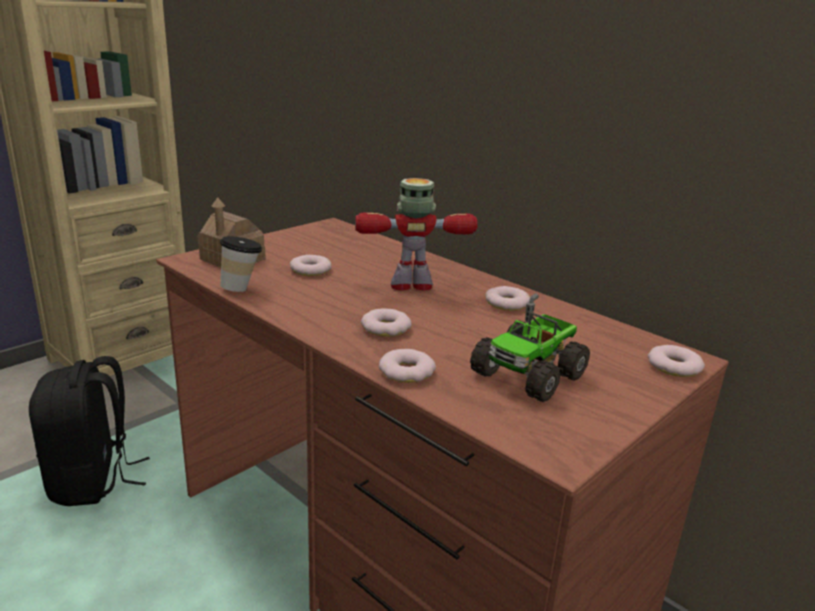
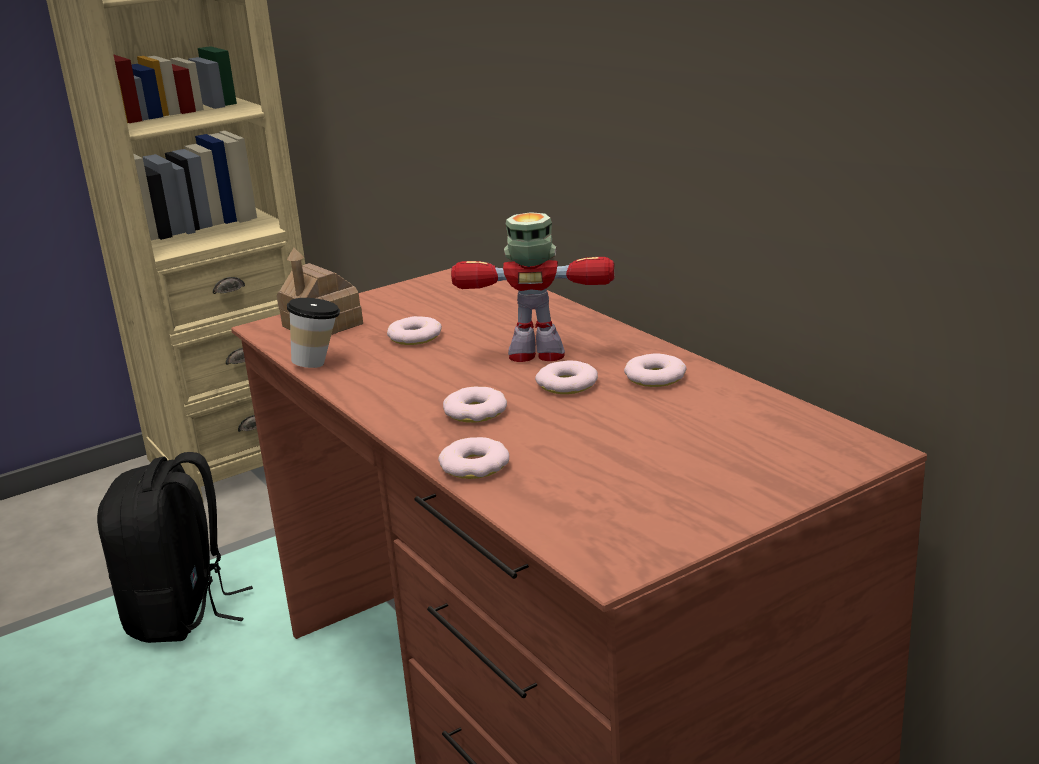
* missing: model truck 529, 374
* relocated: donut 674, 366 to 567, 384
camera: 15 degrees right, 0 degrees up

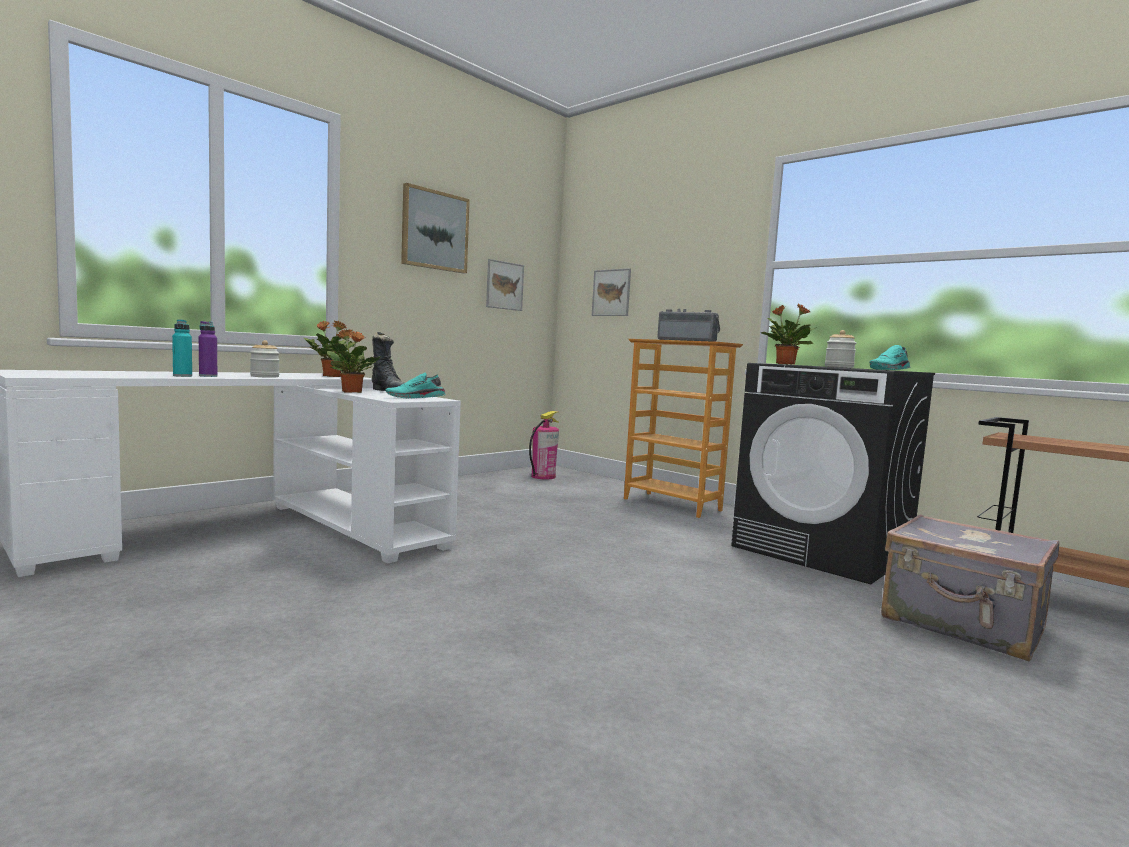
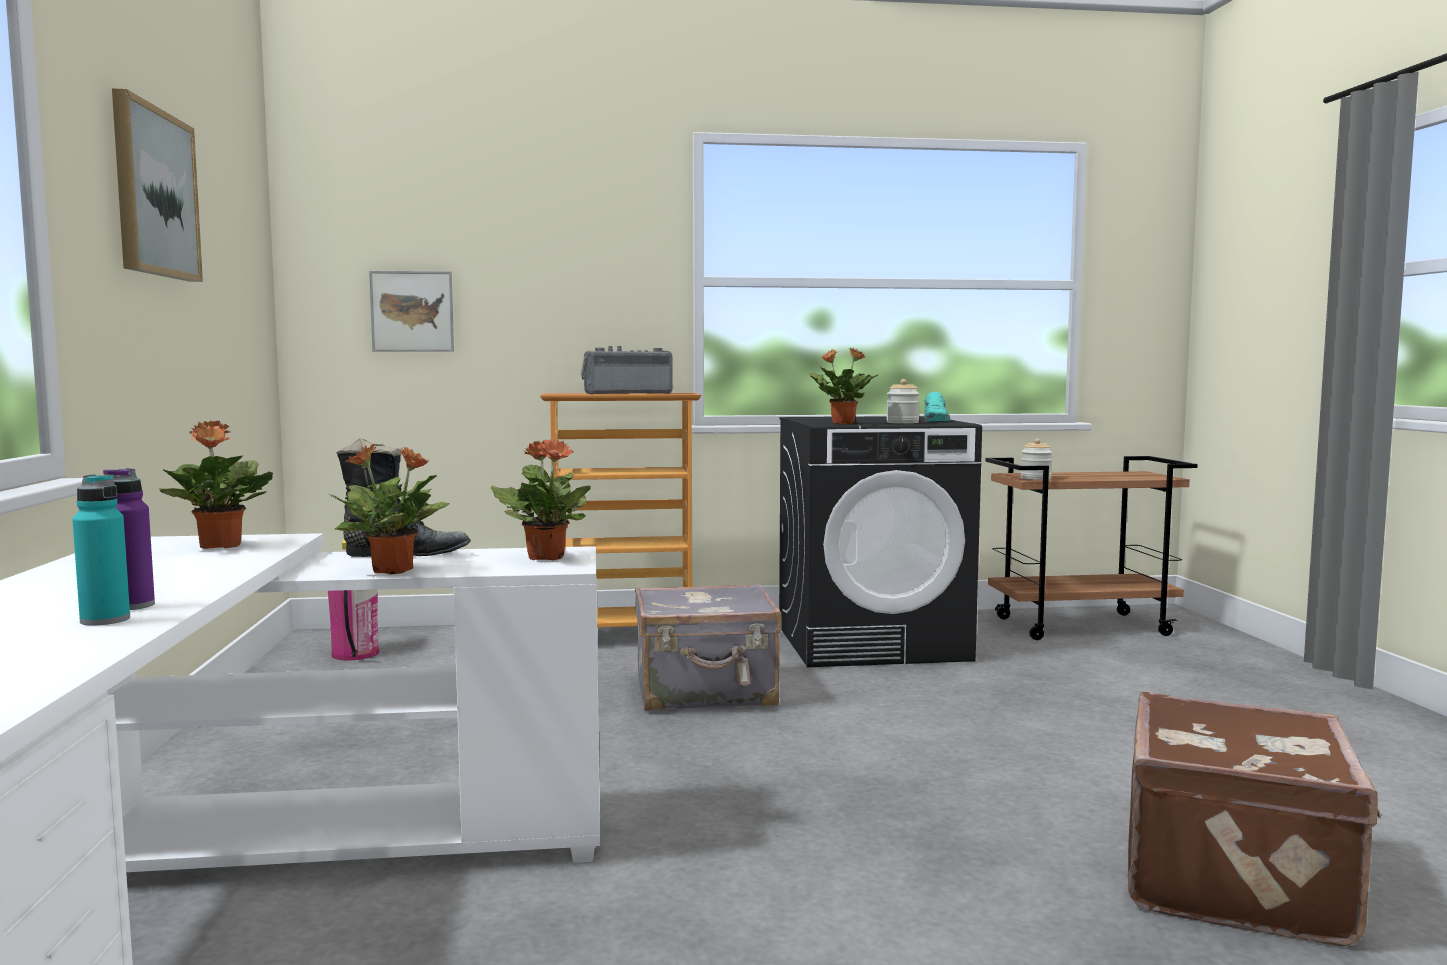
* missing: wall art 504, 285
* relocated: preserve jar 264, 376 to 1036, 478
* exchanged: turquoise-coloured low shoe 415, 398 to houseplant 546, 557
* relocated: gray piece of luggage 963, 625 to 706, 693
* appeared: brownish piece of luggage 1239, 879
camera: 50 degrees left, 0 degrees up

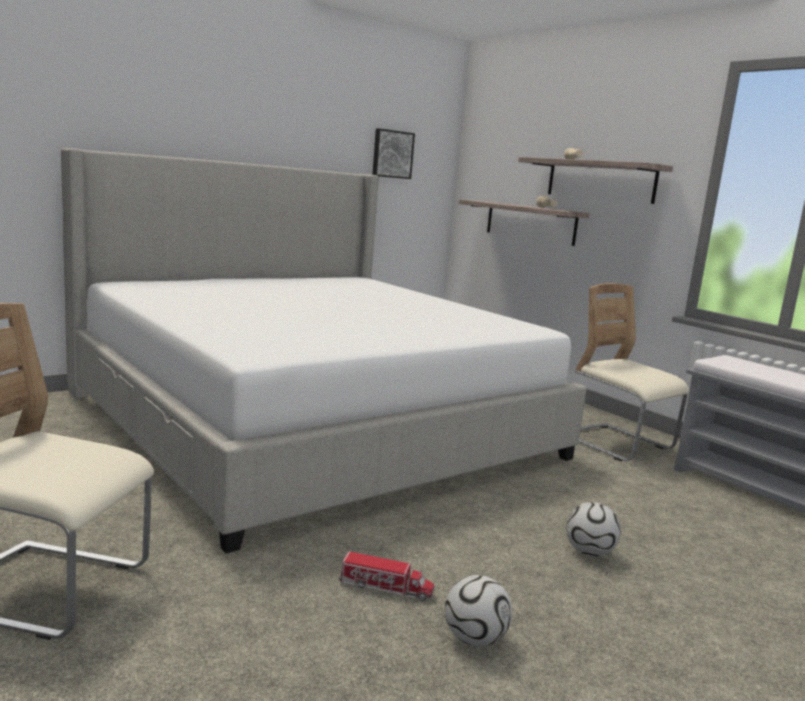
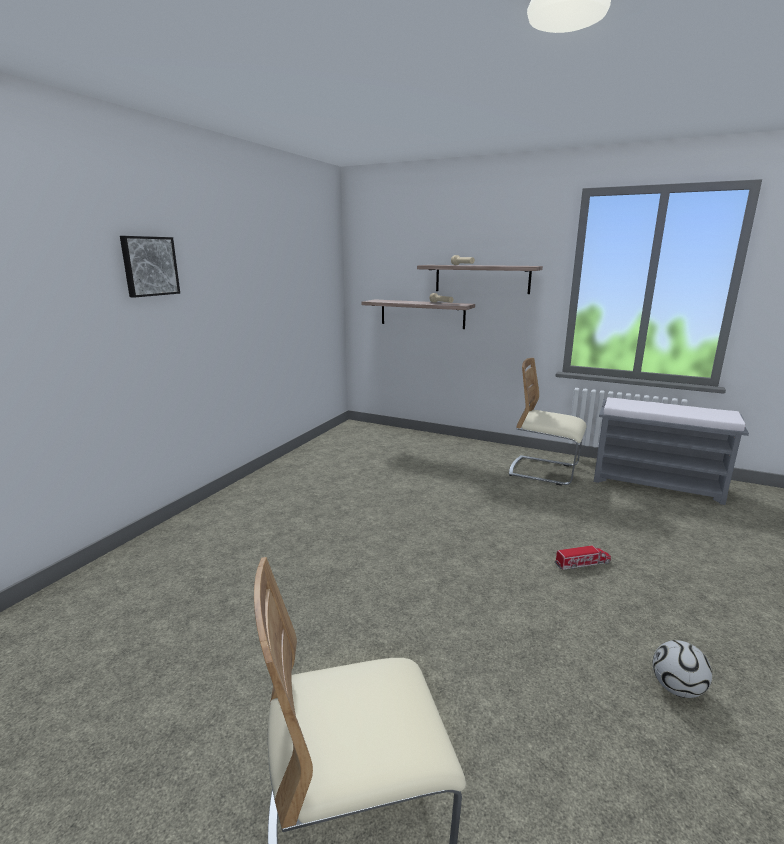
* relocated: wall art 392, 154 to 149, 266
* missing: bed 309, 424
* missing: ball for football 589, 552
* relocated: model truck 385, 587 to 582, 563
camera: 25 degrees left, 5 degrees up

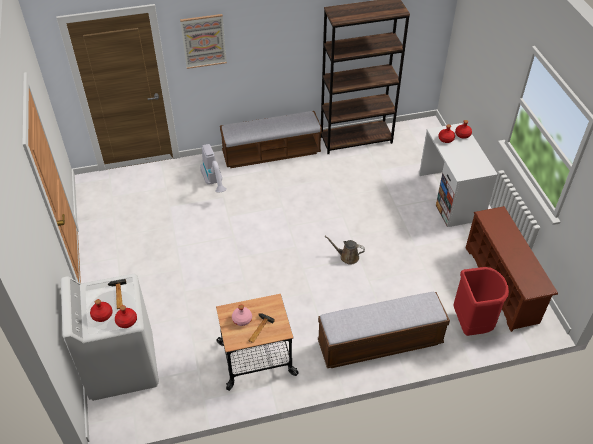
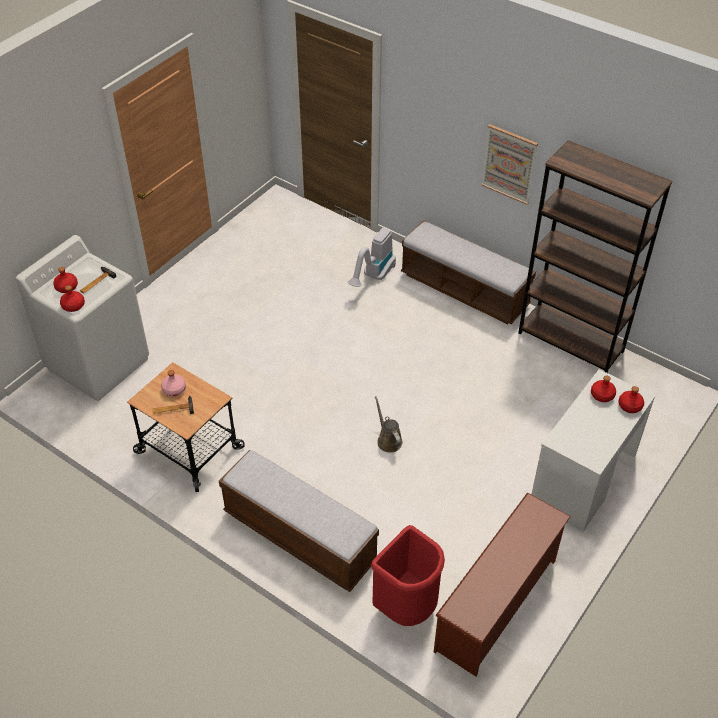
* relocated: wall art 203, 41 to 509, 164
camera: 50 degrees right, 0 degrees up

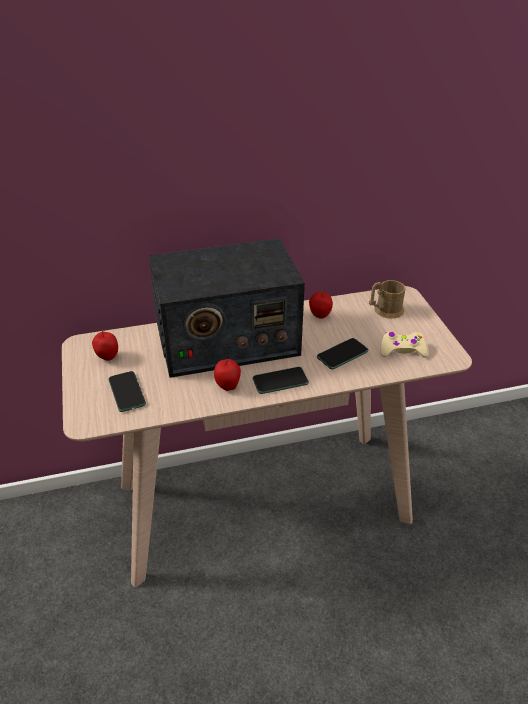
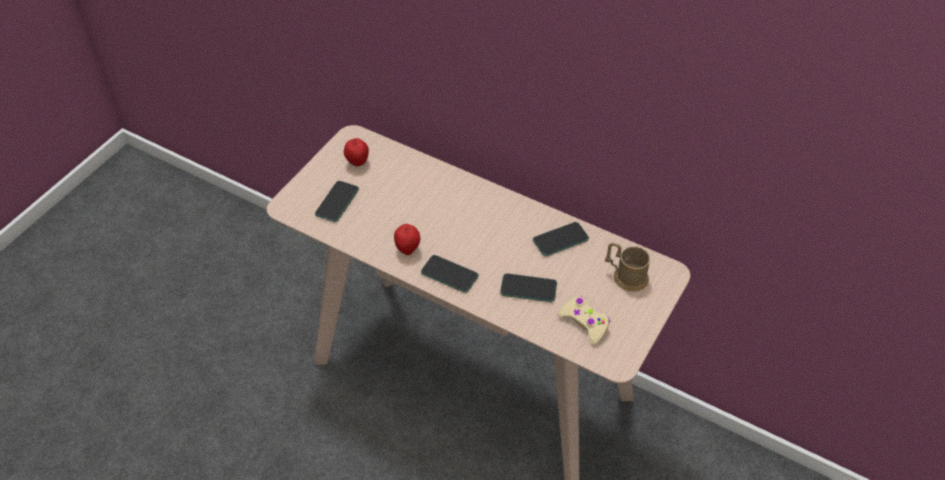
* missing: radio 226, 340
* exchanged: apple 319, 316 to handset 560, 240
camera: 45 degrees right, 10 degrees up

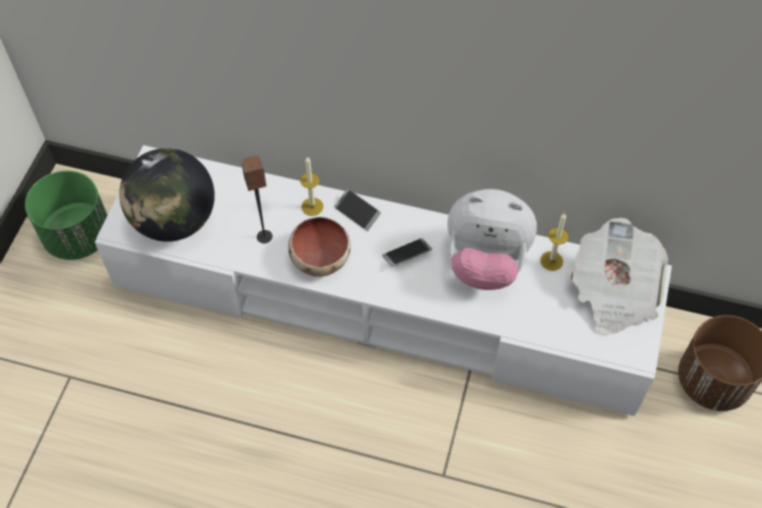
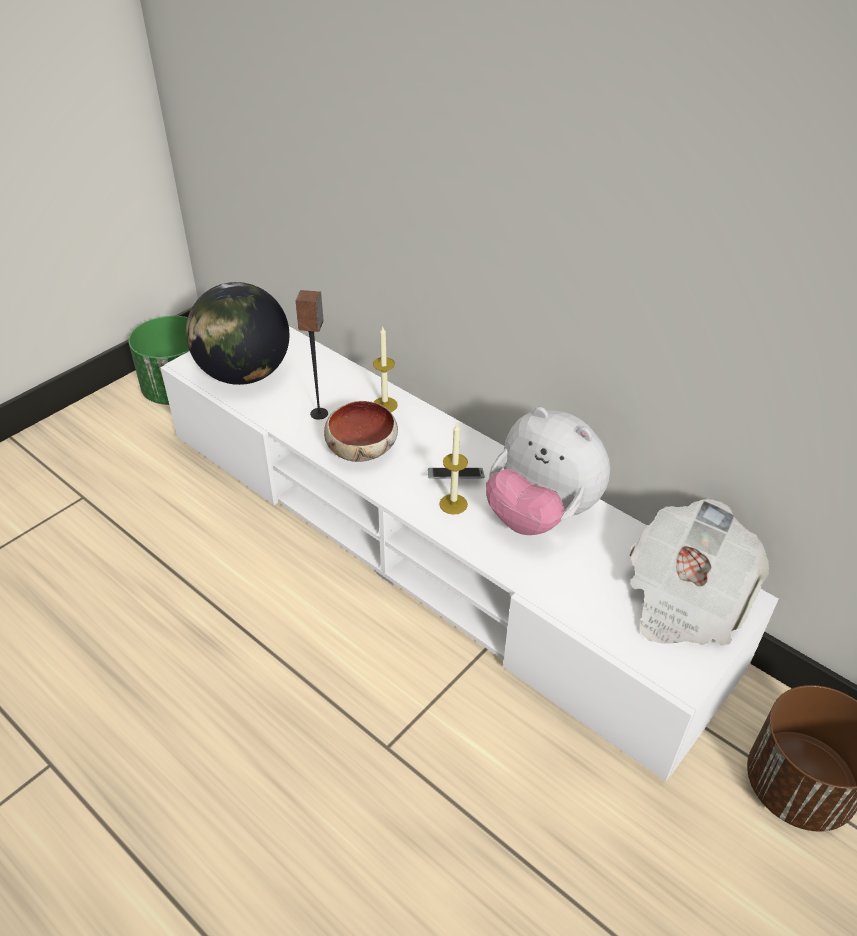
* missing: handset 357, 212
* relocated: candle 551, 261 to 453, 504
camera: 25 degrees right, 15 degrees down

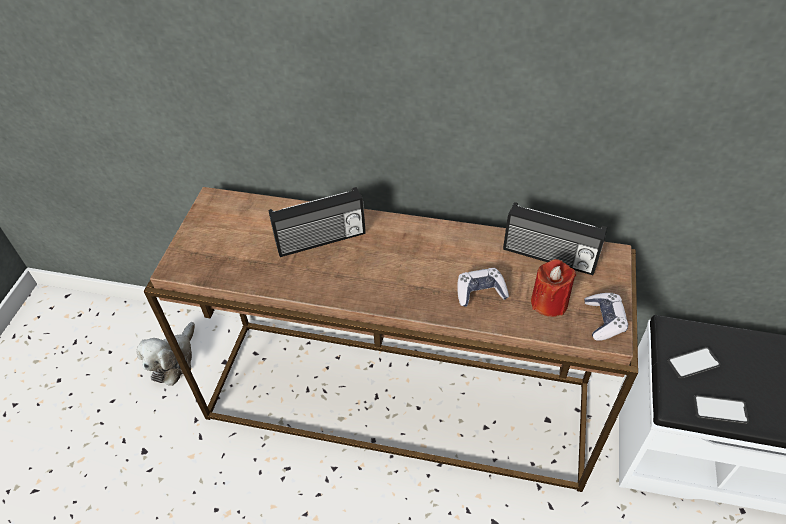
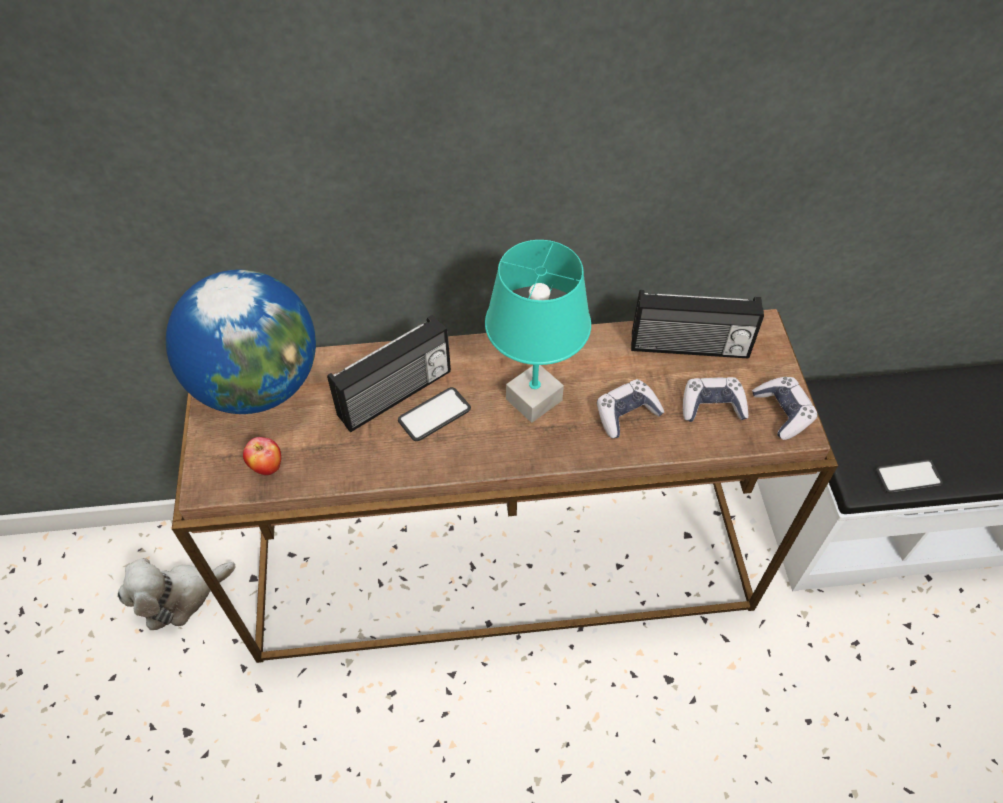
* exchanged: red candle 549, 302 to gamepad 712, 406
* spun: cuddly toy 173, 360 = 179, 596 60 degrees clockwise
* relocated: handset 693, 363 to 434, 415
* appeared: turquoise-coloured lamp for a table 534, 400
* appeared: globe 258, 385
* appeared: apple 266, 467
camera: 20 degrees left, 5 degrees up

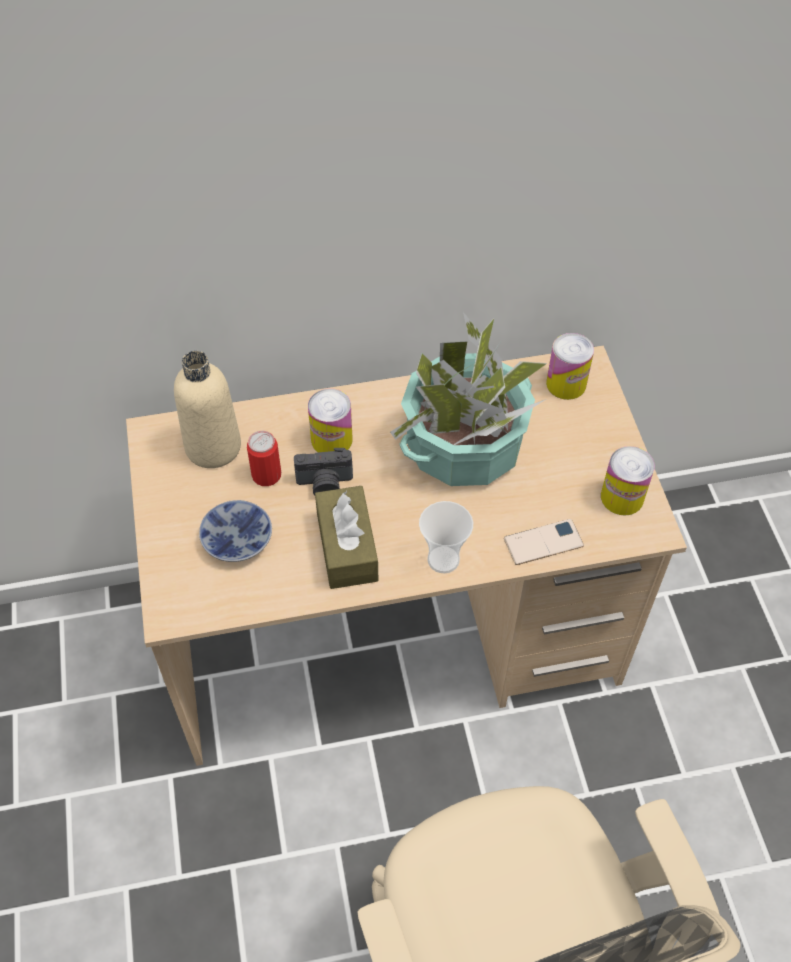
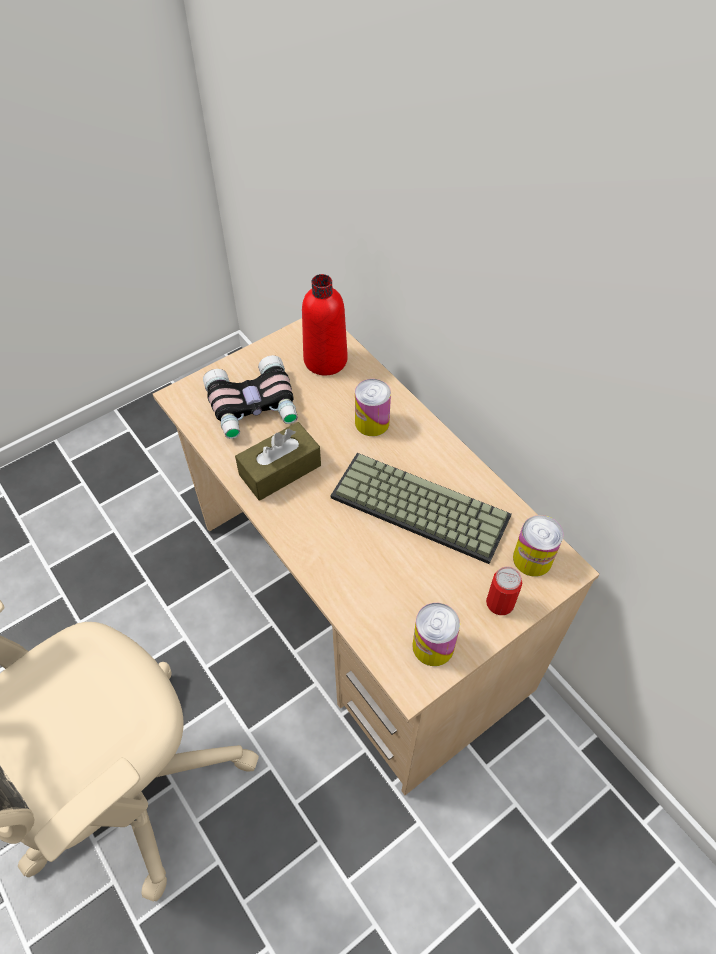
* exchanged: houseplant 464, 447 to keyboard 417, 509
* colour: beige-coloured bottle 213, 447 to red bottle 325, 360
* relocated: metal can 266, 475 to 500, 603
* missing: photo camera 325, 484
* exchanged: bowl 239, 541 to field glasses 253, 407
* missing: drinking cup 443, 559
* missing: handset 543, 542
camera: 65 degrees right, 0 degrees up

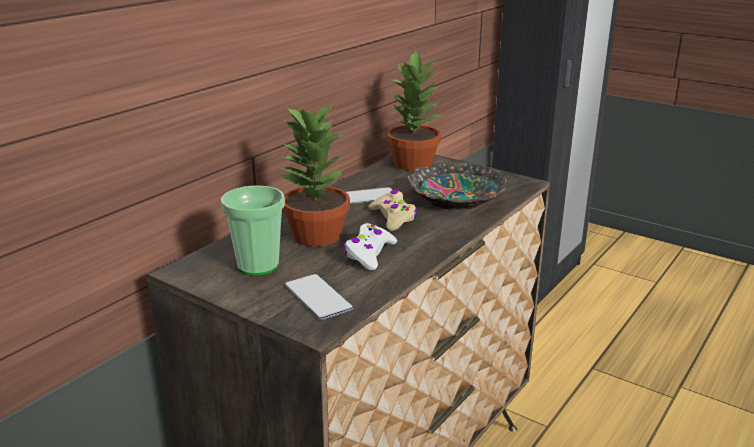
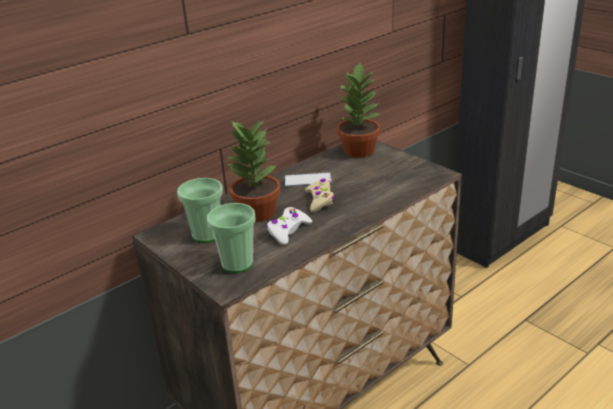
* missing: bowl 455, 197
* exchanged: handset 318, 297 to drinking cup 237, 263
camera: 15 degrees right, 5 degrees up

